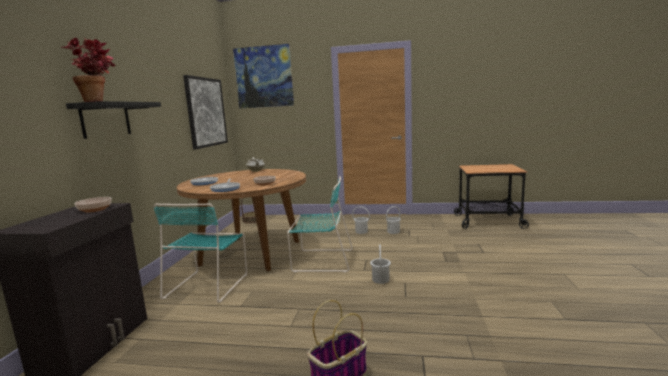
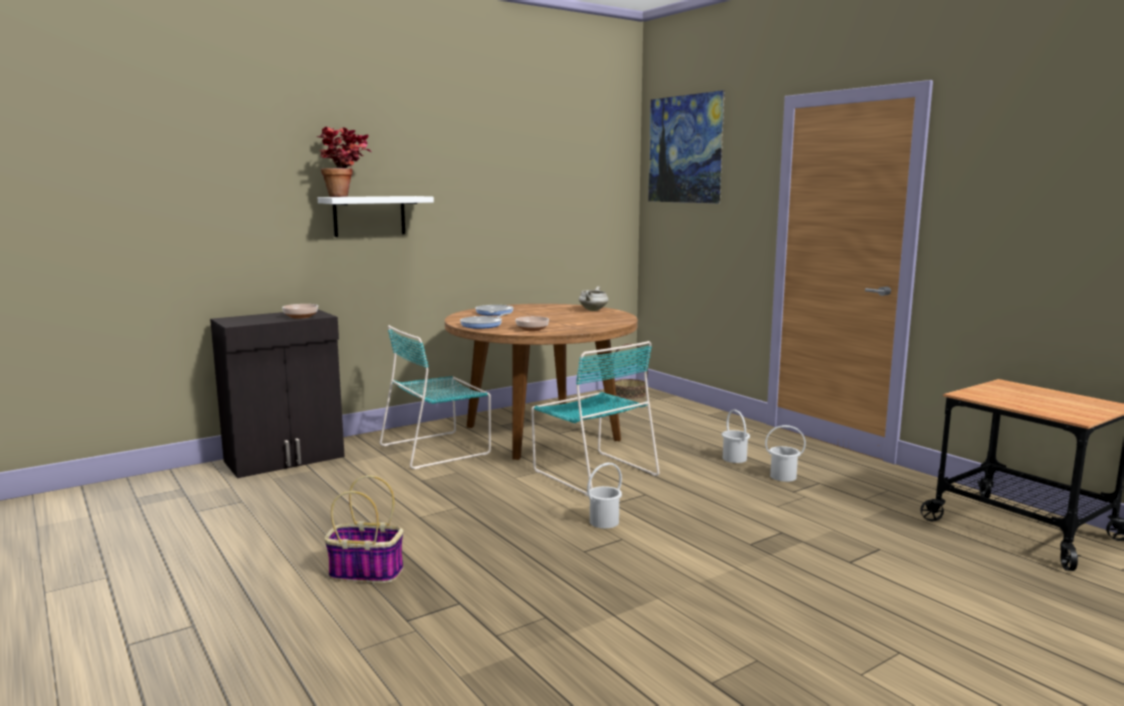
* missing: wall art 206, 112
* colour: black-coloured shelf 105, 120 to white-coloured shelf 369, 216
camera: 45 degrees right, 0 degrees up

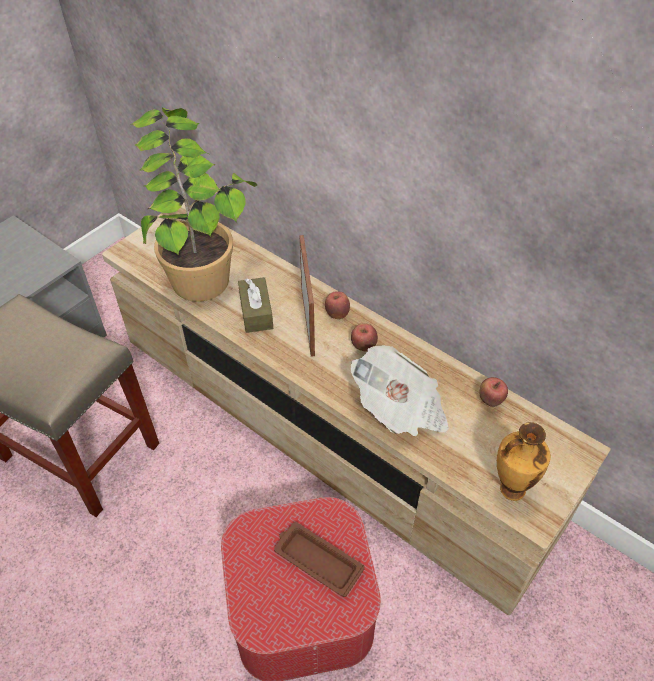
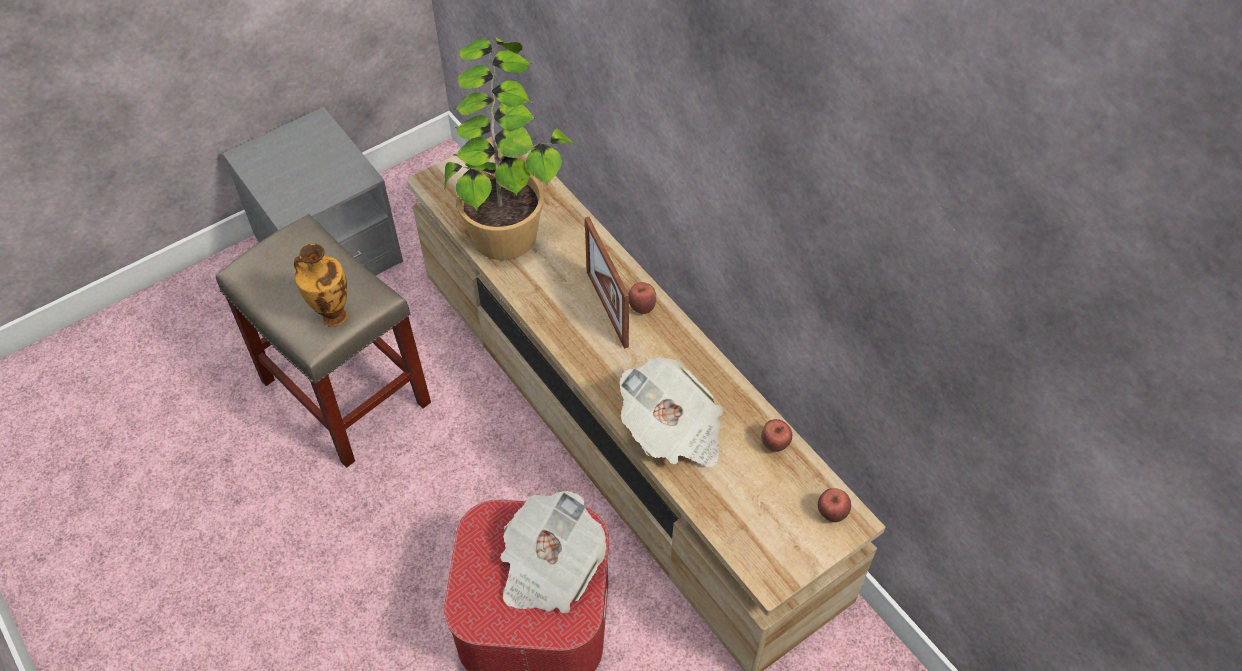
* spun: standing frame 308, 321 = 607, 308 150 degrees clockwise
* missing: brownish tissue holder 256, 312
* relocated: apple 363, 346 to 831, 513
* relocated: decorative vase 510, 489 to 333, 316
* exchanged: brownish carrying tray 317, 560 to printed paper 549, 567
camera: 15 degrees right, 5 degrees up

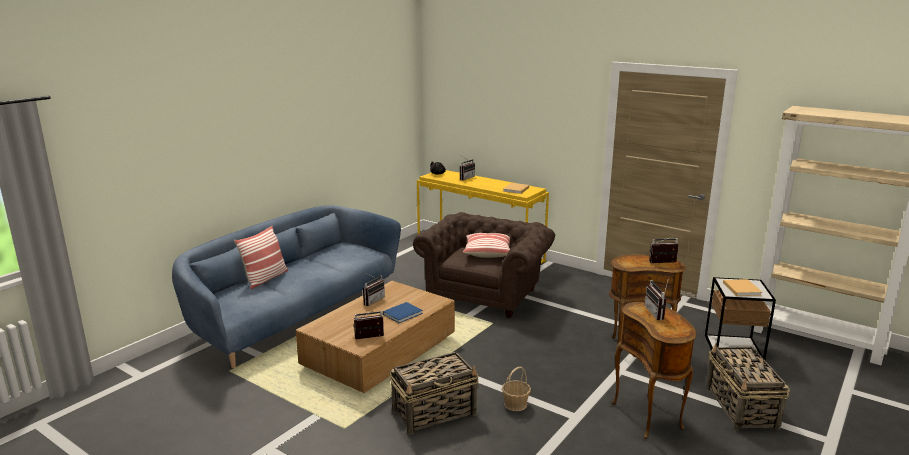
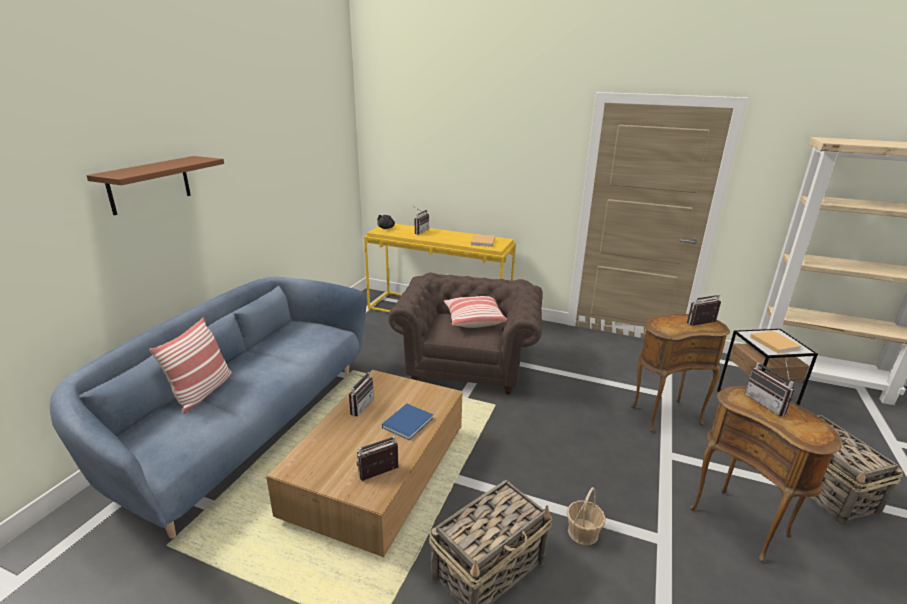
* appeared: brownish shelf 149, 184
camera: 15 degrees left, 5 degrees up

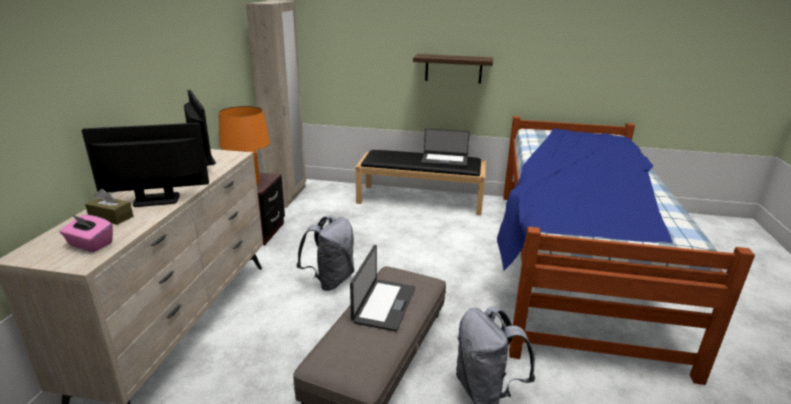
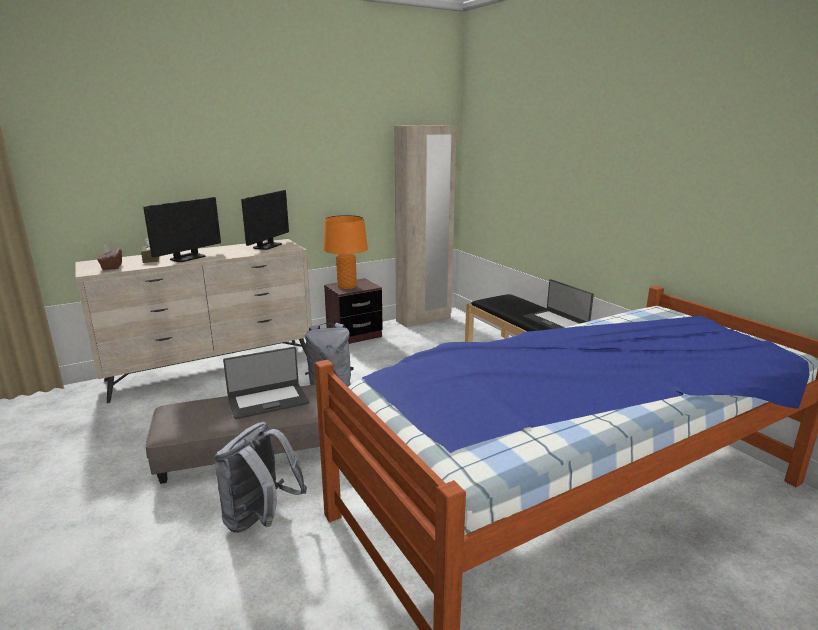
* missing: shelf 453, 69
* spun: monitor 156, 200 = 187, 258 90 degrees clockwise
* colour: pinkish tissue holder 90, 244 to brownish tissue holder 112, 267
camera: 50 degrees right, 5 degrees down

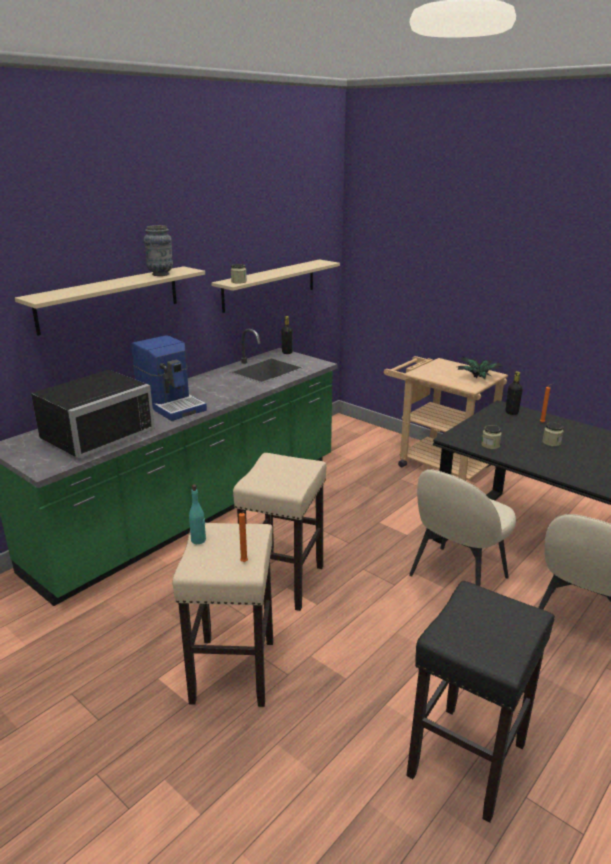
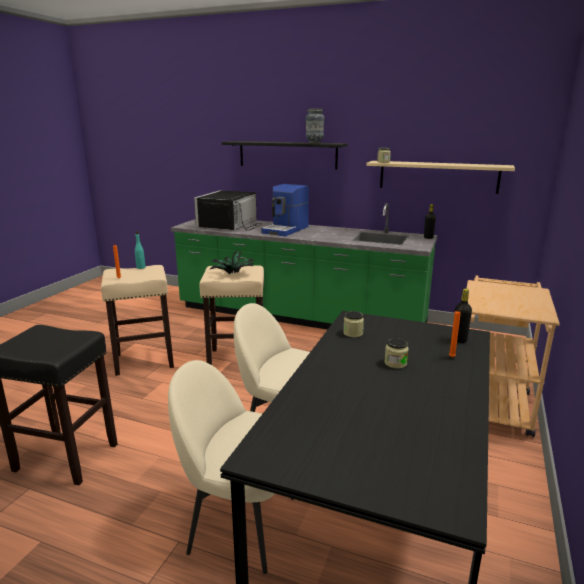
* colour: beige-coloured shelf 109, 299 to black-coloured shelf 287, 154
* relocated: houseplant 479, 378 to 233, 274
* spun: black-coloured microwave oven 94, 434 = 231, 225 90 degrees clockwise
camera: 70 degrees right, 5 degrees down

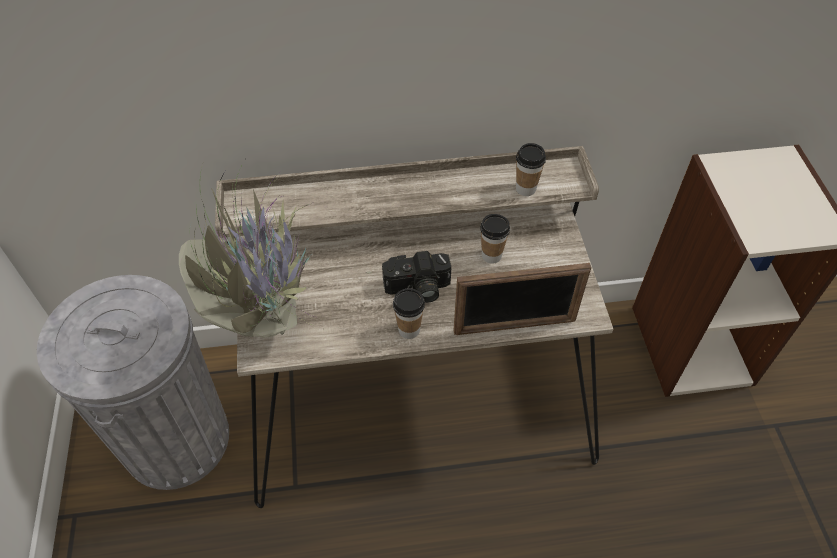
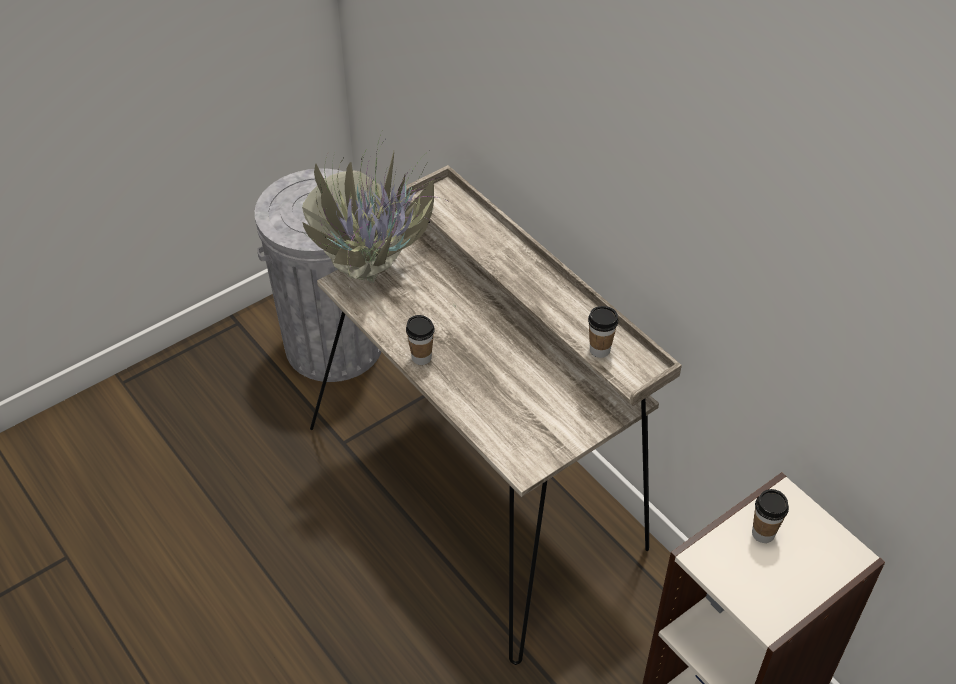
* relocated: drinking cup 491, 255 to 763, 533
* missing: photo camera 417, 289
* missing: standing frame 515, 326
camera: 60 degrees right, 5 degrees down

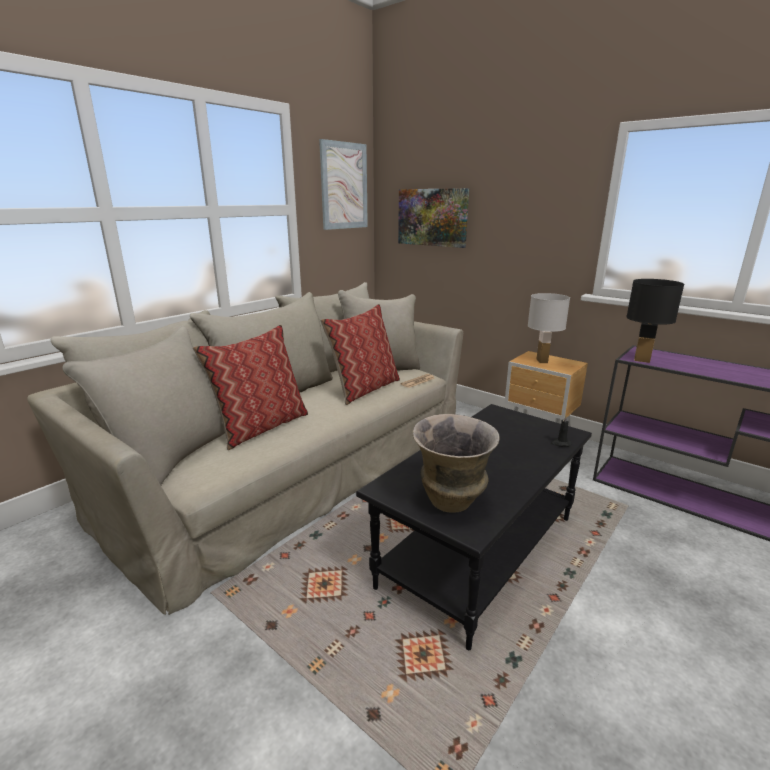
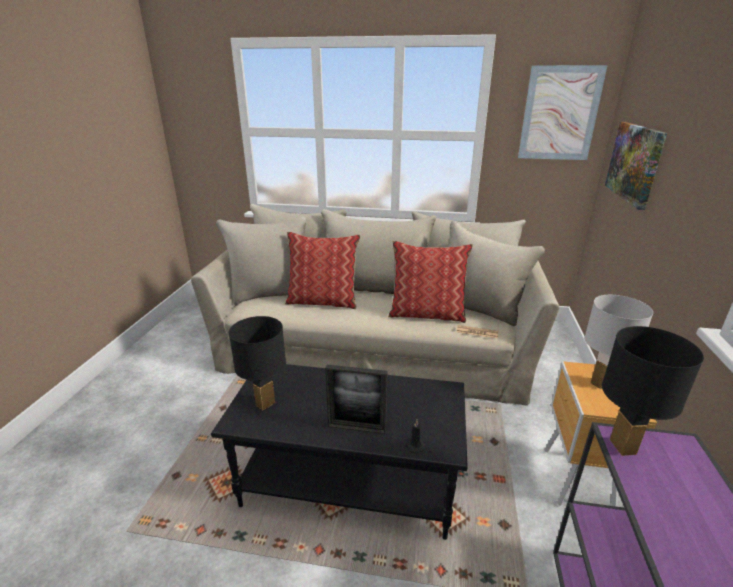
* exchanged: decorative vase 452, 502 to black-coloured lamp for a table 265, 404
* appeared: standing frame 356, 428
camera: 60 degrees right, 5 degrees up

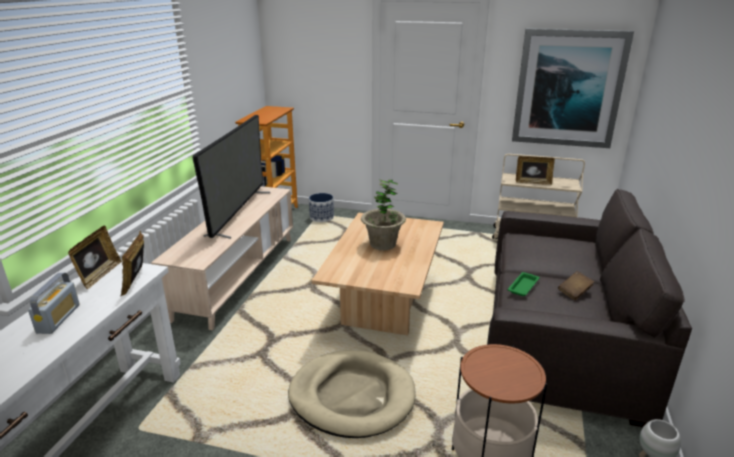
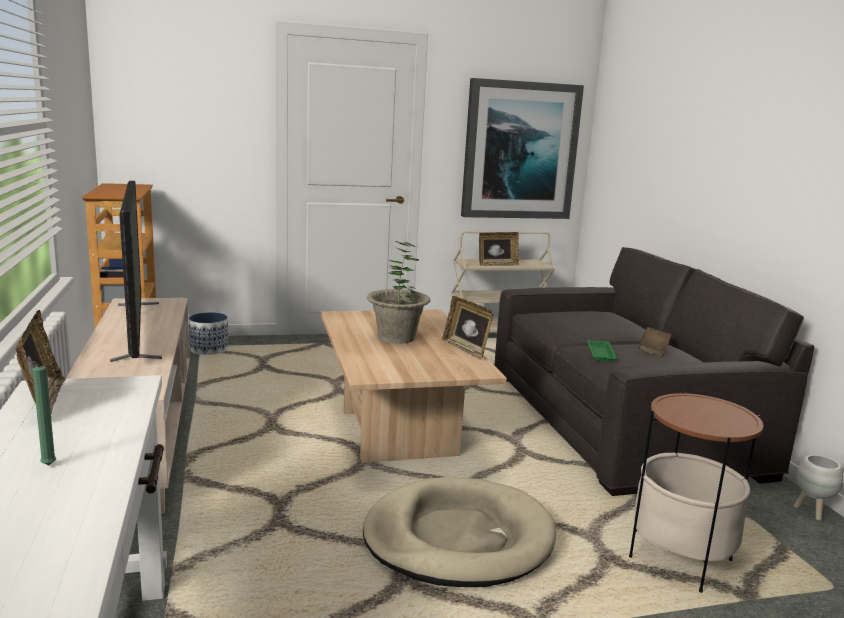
* relocated: standing frame 137, 281 to 466, 349
* exchanged: radio 58, 318 to green candle 46, 465
camera: 30 degrees left, 10 degrees down

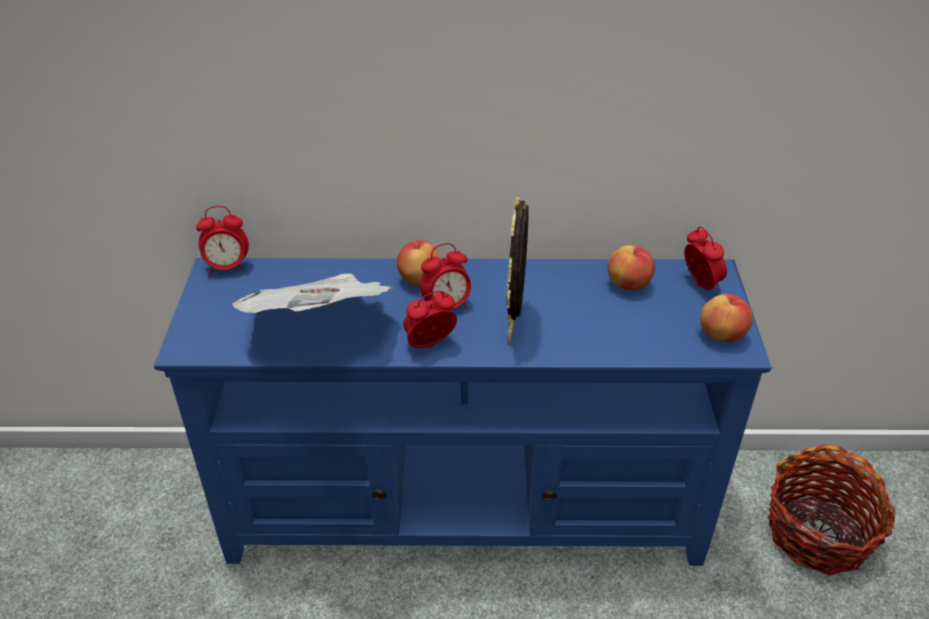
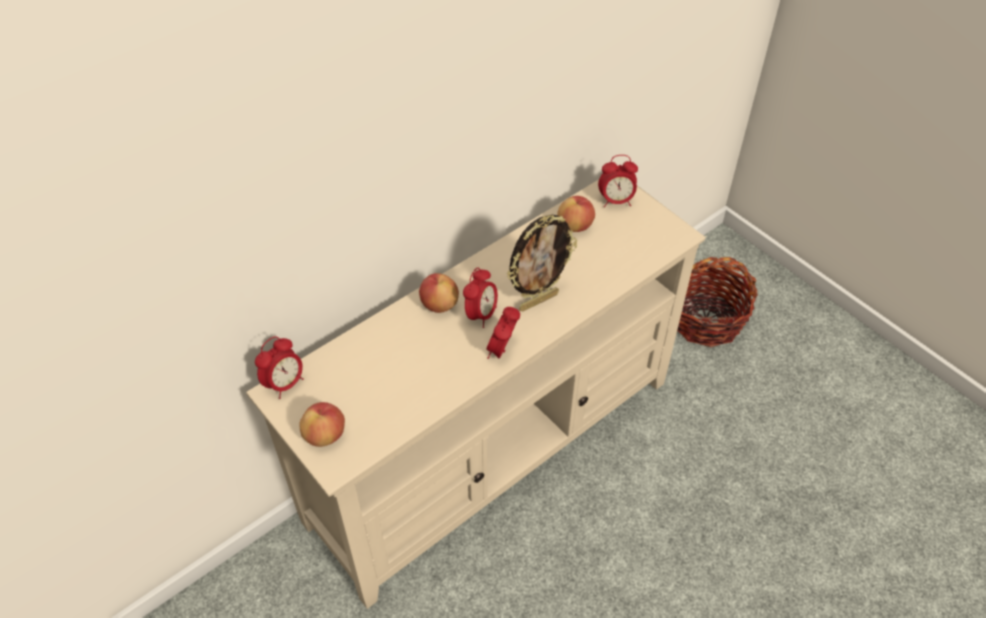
* spun: standing frame 514, 325 = 538, 300 90 degrees counterclockwise
* spun: table clock 700, 285 = 616, 201 150 degrees clockwise
* colour: blue tv unit 464, 509 to beige-coloured tv unit 492, 449
* missing: printed paper 320, 324
* relocated: apple 722, 335 to 325, 435
camera: 40 degrees left, 10 degrees up

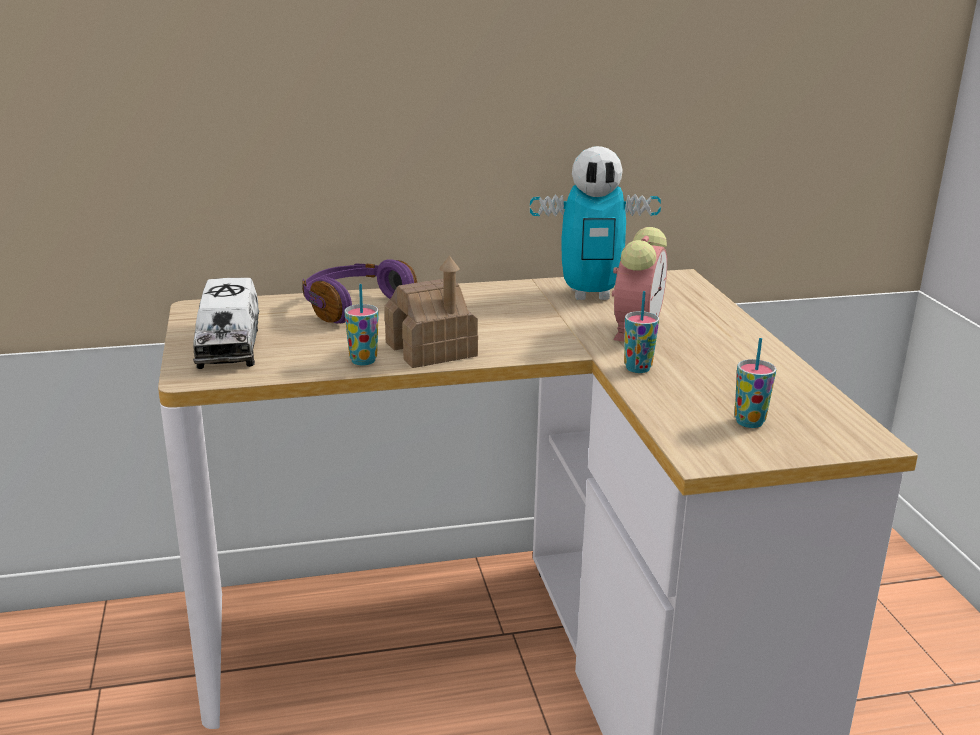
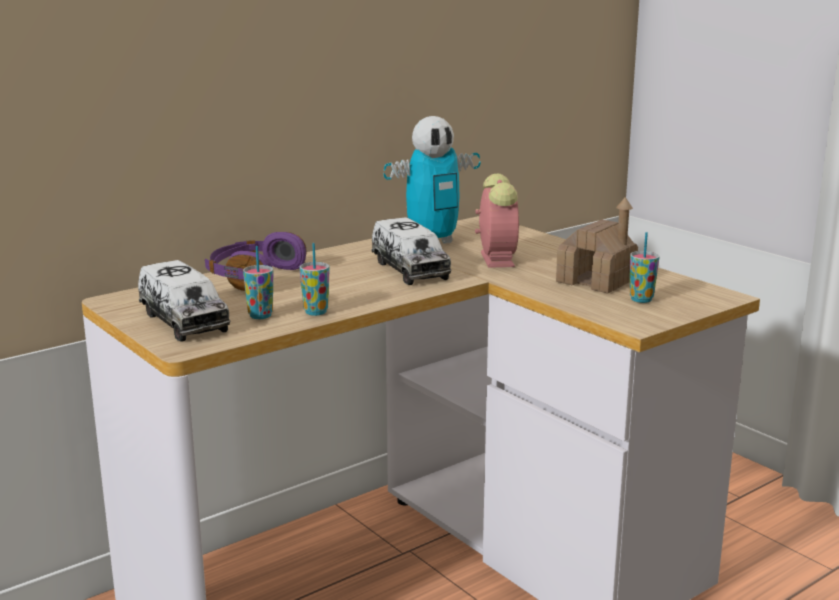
* relocated: model house 431, 350 to 596, 280
* relocated: drinking cup 638, 368 to 260, 316
* appeared: model truck 410, 269
camera: 25 degrees left, 5 degrees down

